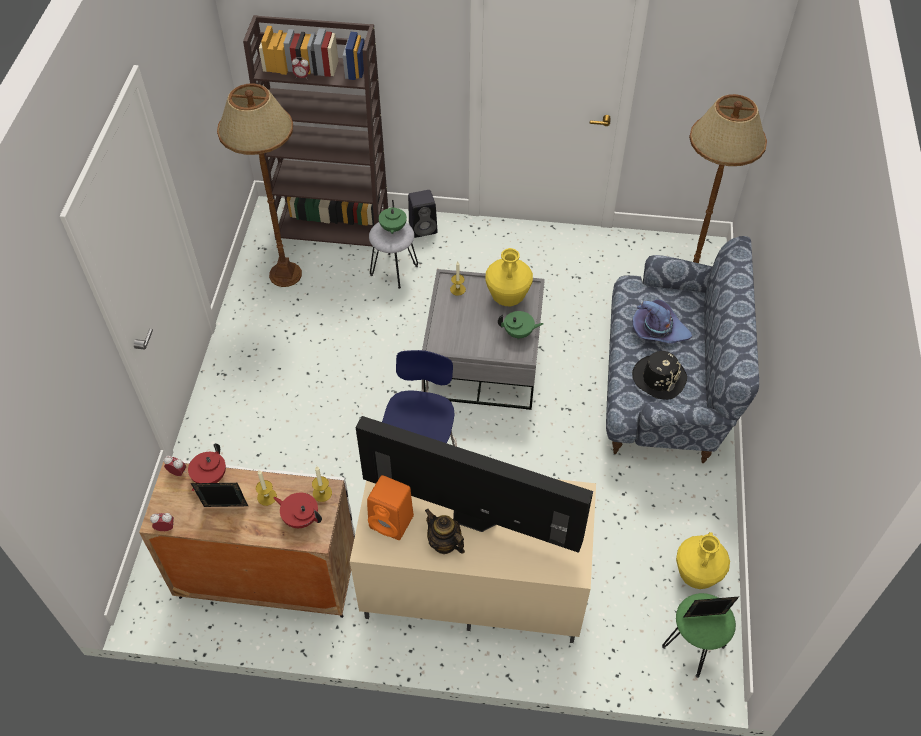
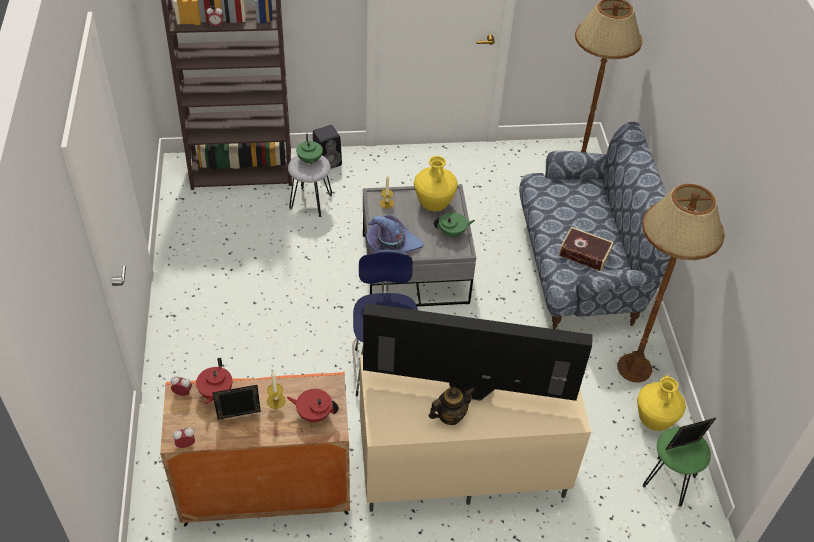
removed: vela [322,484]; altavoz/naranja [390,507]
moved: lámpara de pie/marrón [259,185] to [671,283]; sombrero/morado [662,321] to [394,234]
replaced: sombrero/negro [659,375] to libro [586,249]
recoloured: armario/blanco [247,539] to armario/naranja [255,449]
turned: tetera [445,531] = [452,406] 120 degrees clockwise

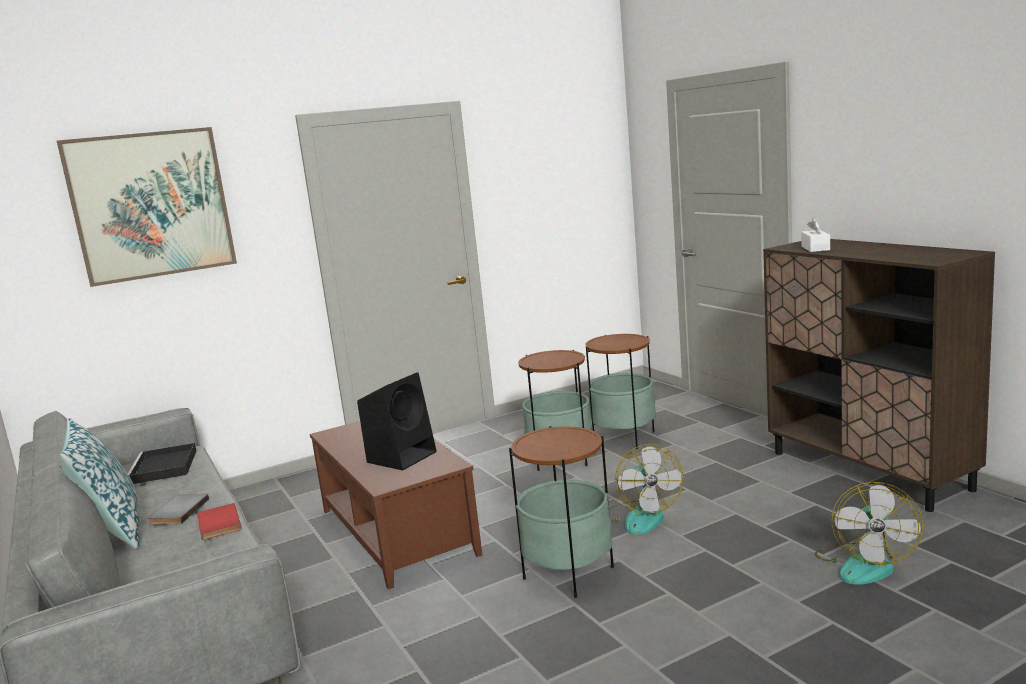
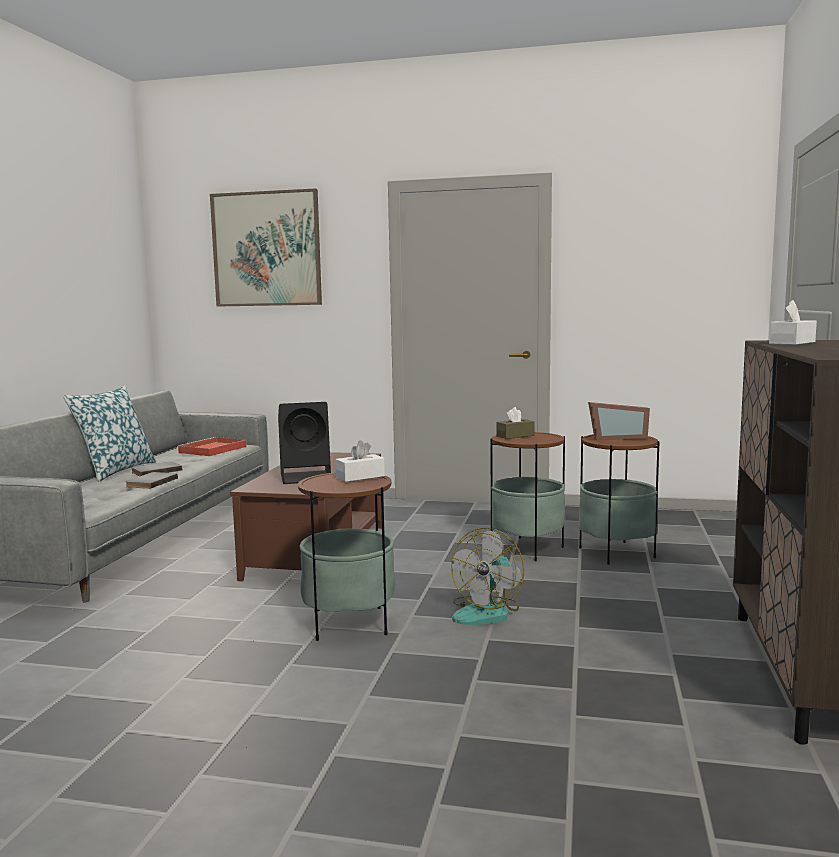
removed: ventilador [869,533]
added: portarretratos [619,421]; caja de pañuelos/marrón [516,423]; caja de pañuelos/blanco [360,461]
recoloured: bandeja/negro [162,463] to bandeja/rojo [211,446]; libro/rojo [219,521] to libro/gris [151,480]

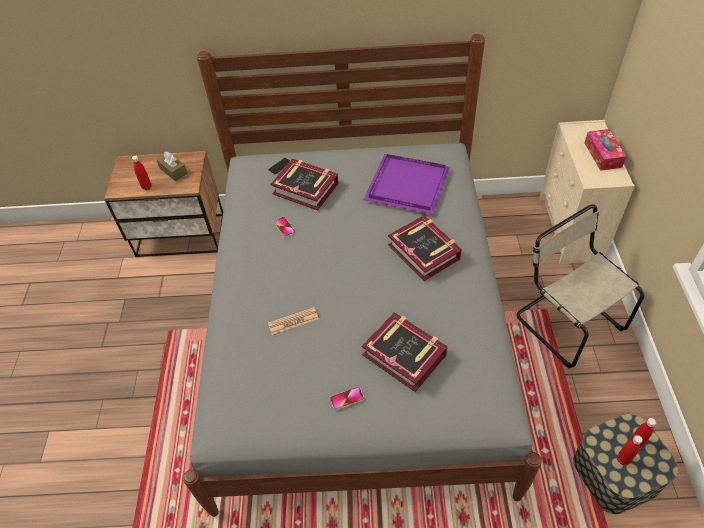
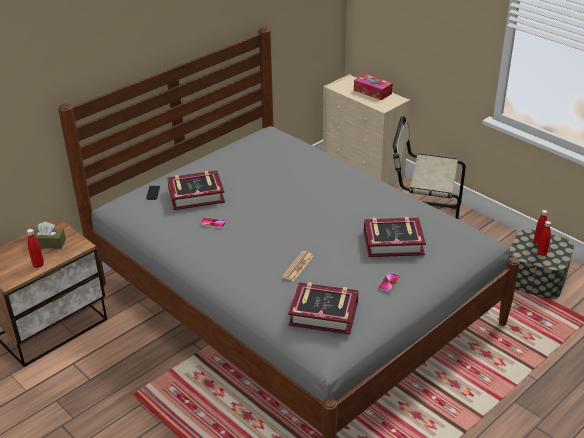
removed: bandeja/morado [406,184]
moved: libro [425,248] to [323,308]

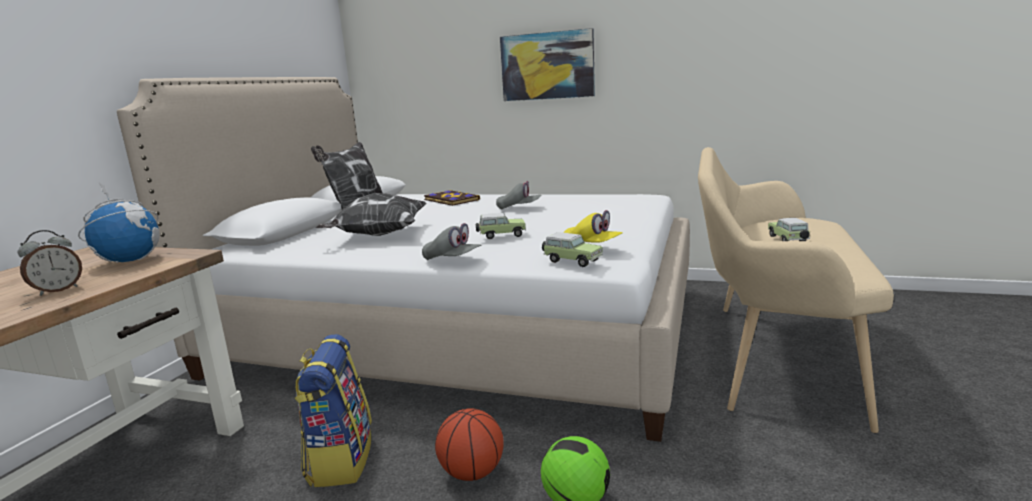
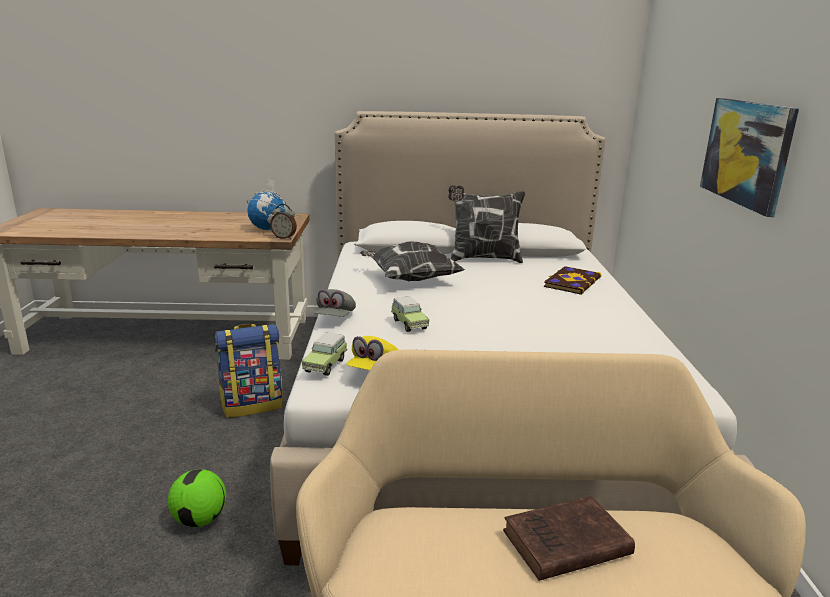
removed: gorra/gris [519,195]; balón de baloncesto [469,444]
moved: despertador [50,263] to [283,221]
replaced: coche de juguete [789,229] to libro/marrón [569,538]

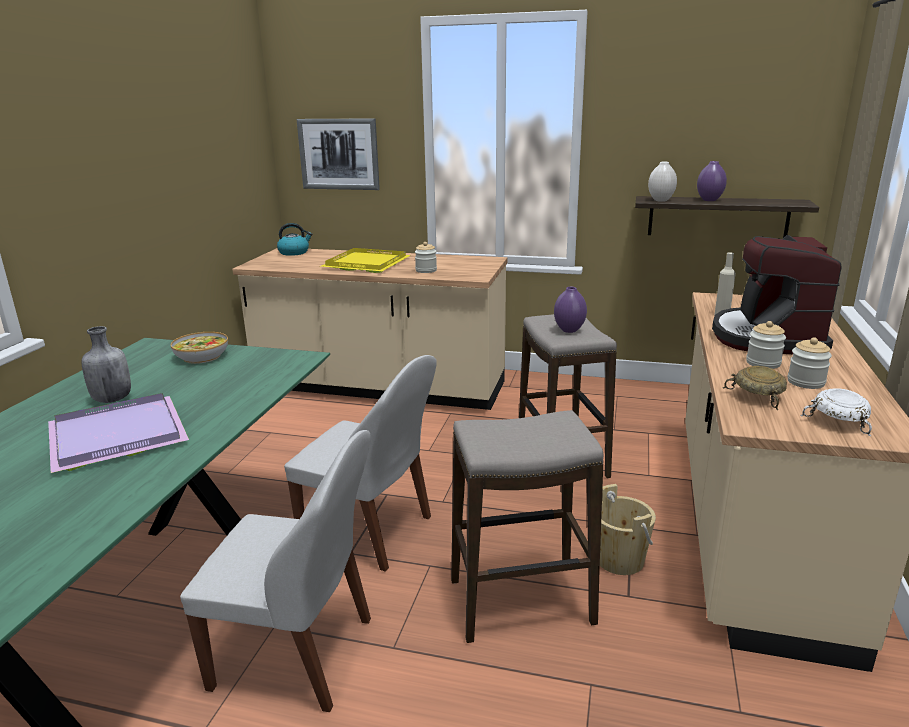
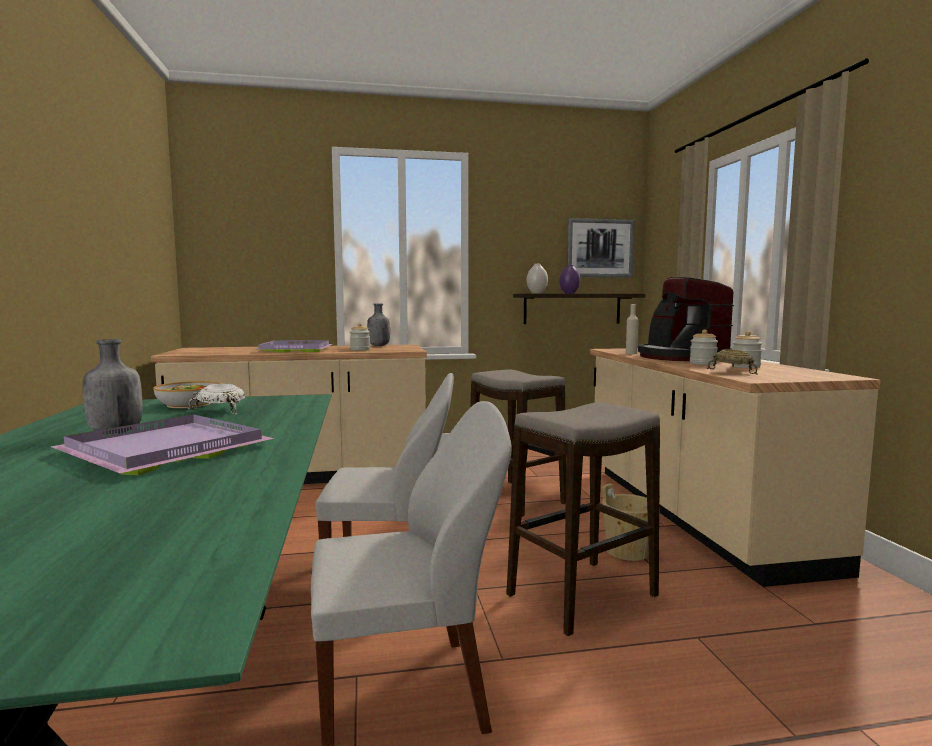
removed: hervidor [295,239]; florero/morado [570,310]
added: botella/gris [378,324]
moved: cuadro [338,154] to [601,248]; cuenco/blanco [836,412] to [216,399]
recoloured: bandeja/amarillo [366,260] to bandeja/morado [292,346]

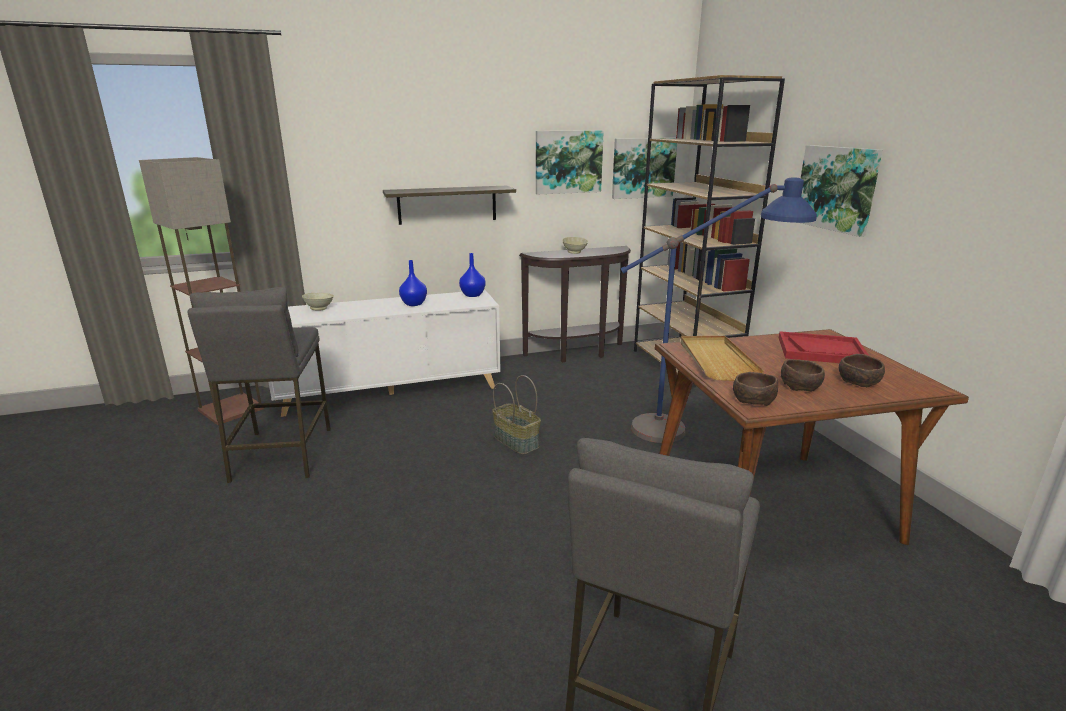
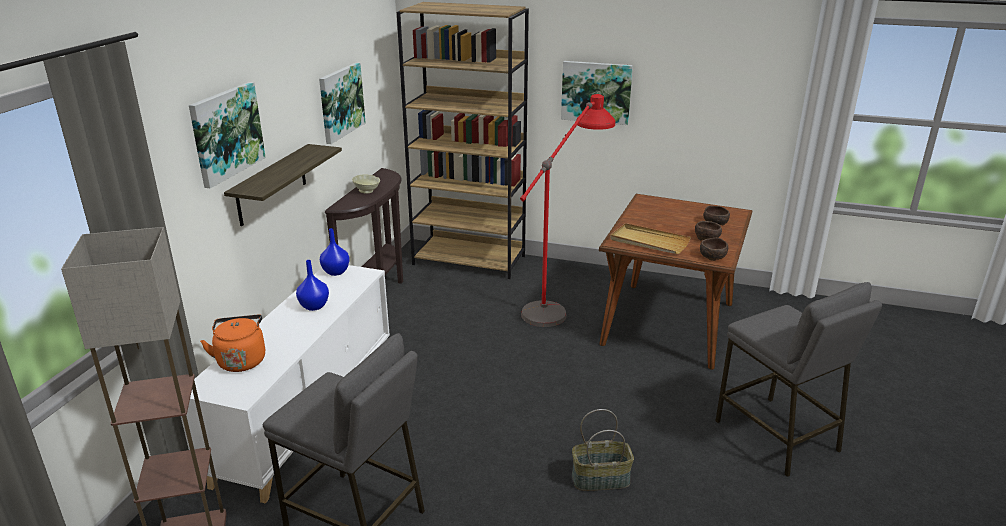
removed: bandeja/rojo [824,347]
moved: cuadro [644,168] to [227,135]; cesta [516,414] to [603,450]
replaced: cuenco/beis [318,302] to hervidor/naranja [232,343]
recoloured: lámpara de pie/azul [719,310] to lámpara de pie/rojo [568,210]

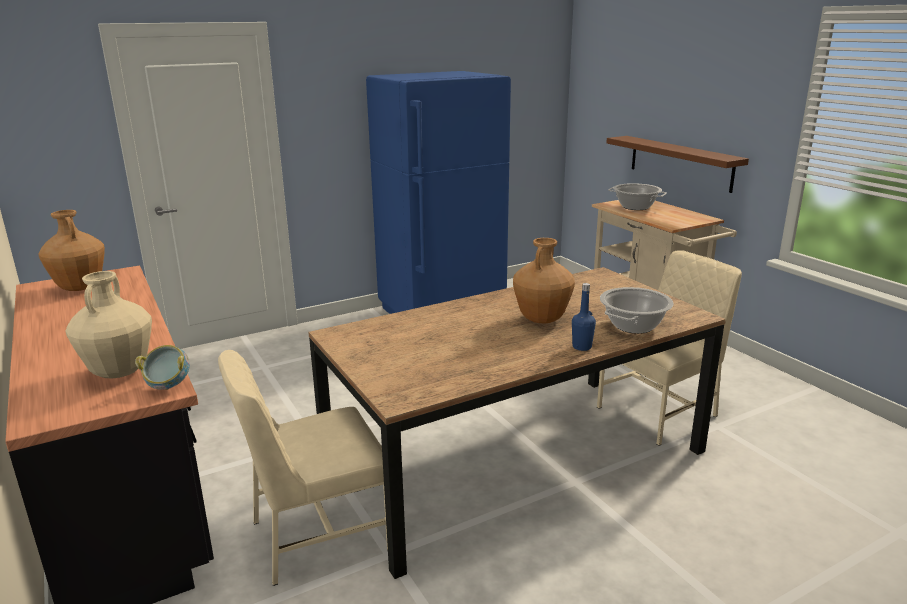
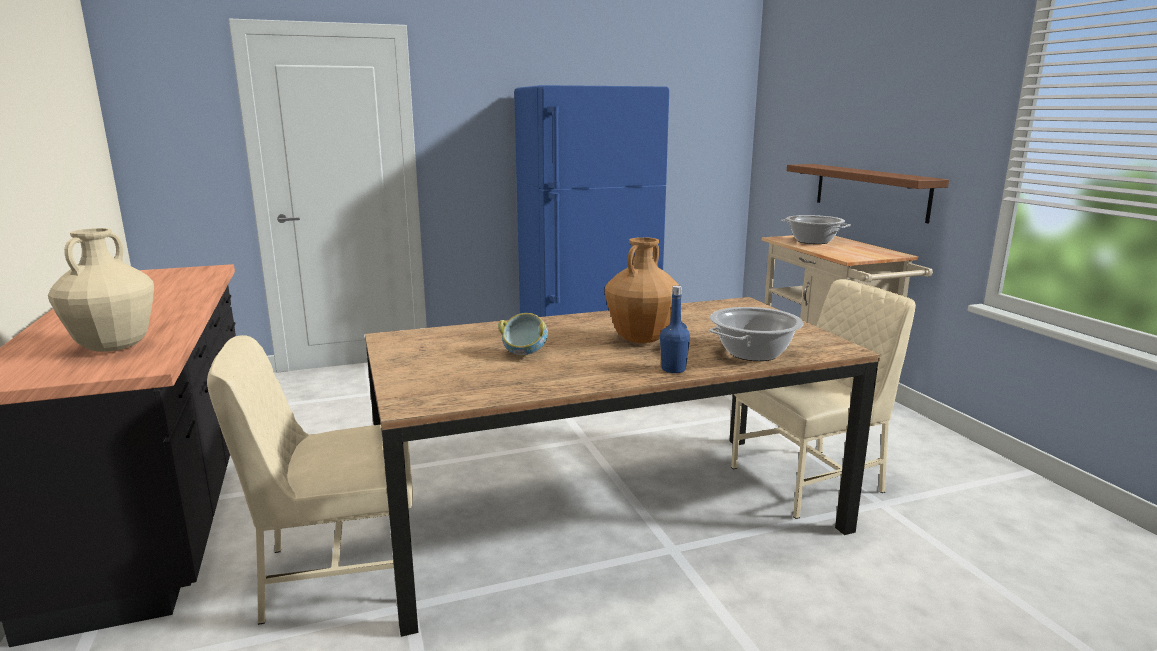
removed: florero/marrón [71,250]
moved: cuenco [162,367] to [523,335]

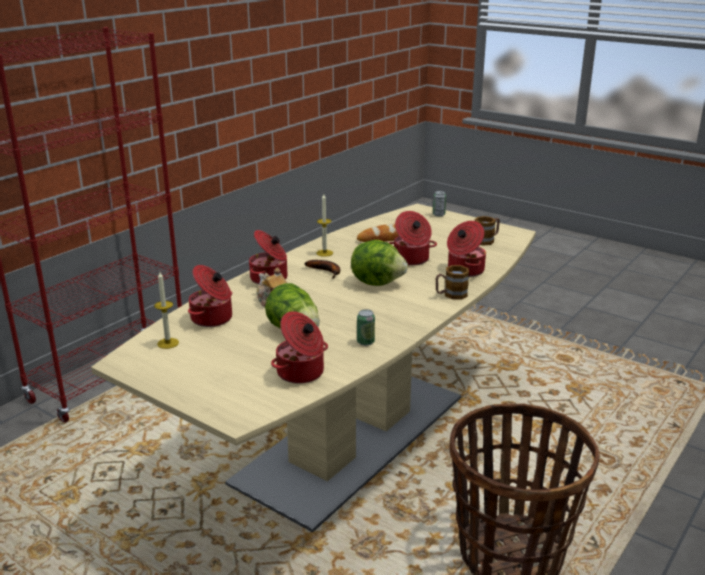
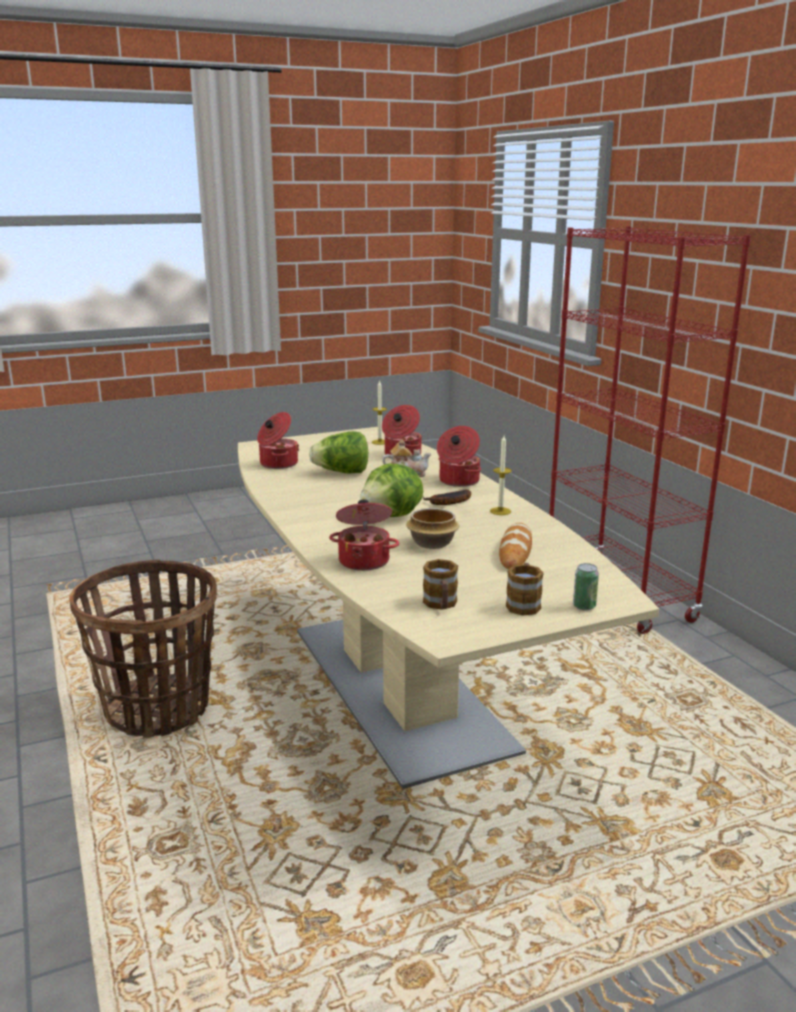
removed: lata [366,327]
moved: taza grande [452,282] to [525,589]
replaced: olla [413,238] to cuenco [432,528]

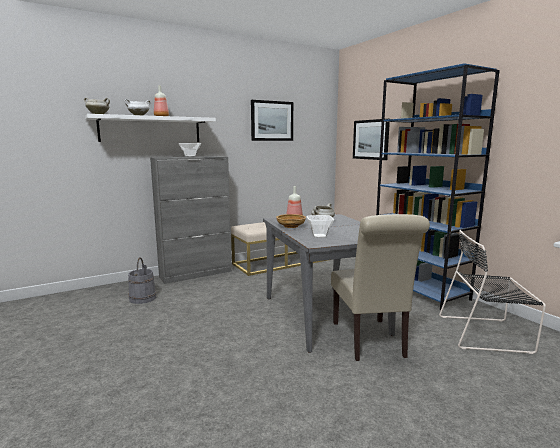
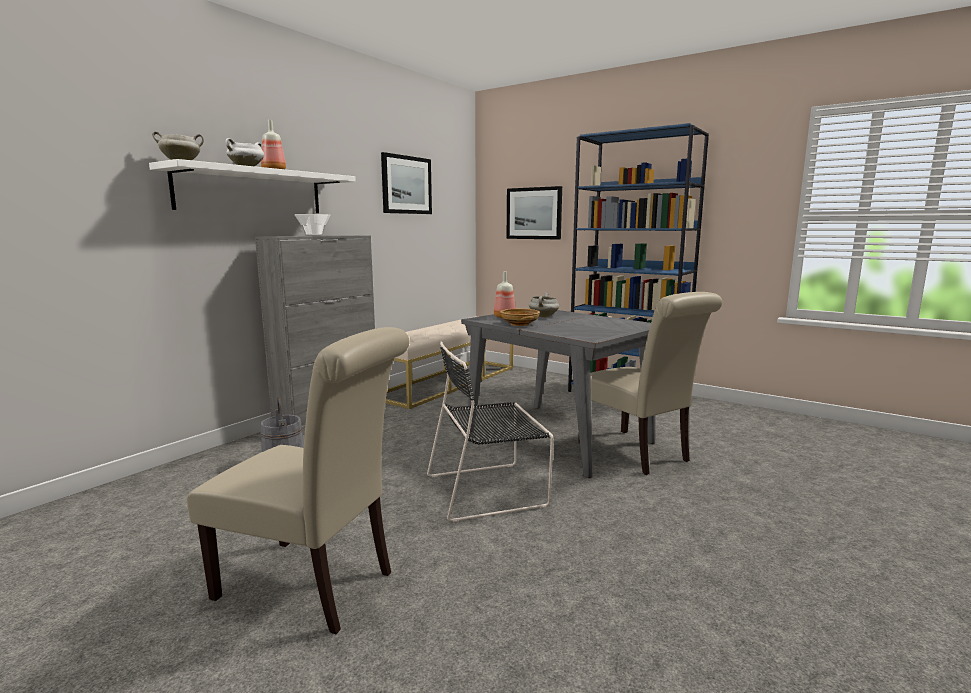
removed: cuenco [320,226]
added: silla/beis [298,480]
moved: silla/negro [492,292] to [490,431]

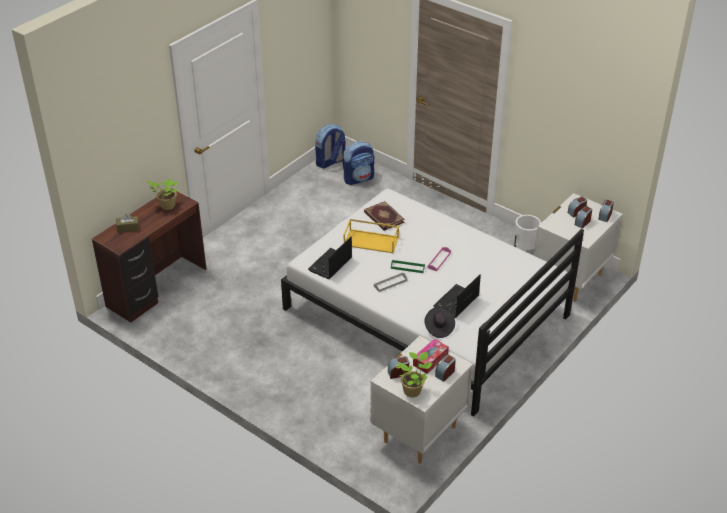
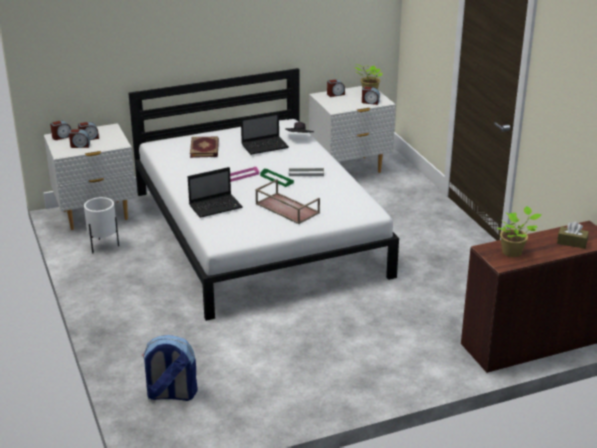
removed: mochila [330,146]; caja de pañuelos [431,356]
moved: libro [384,216] to [204,147]; portátil [330,257] to [215,192]
recoloured: bandeja/amarillo [371,236] to bandeja/marrón [287,201]

